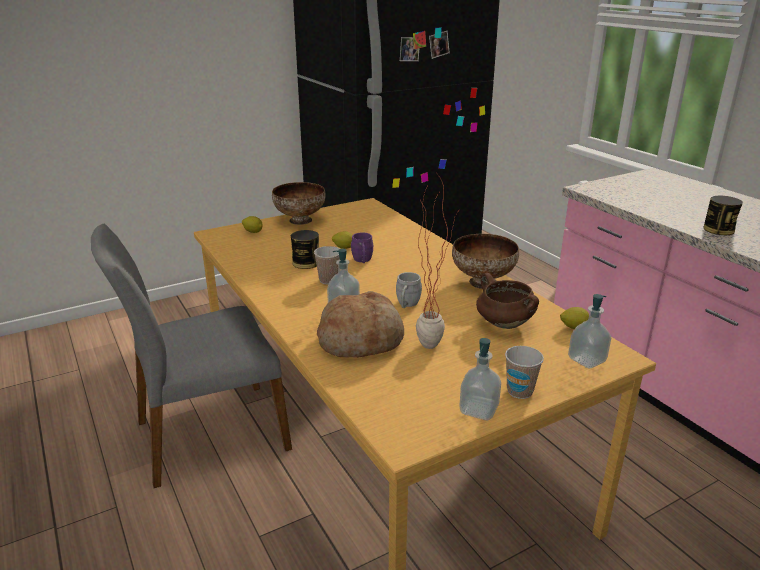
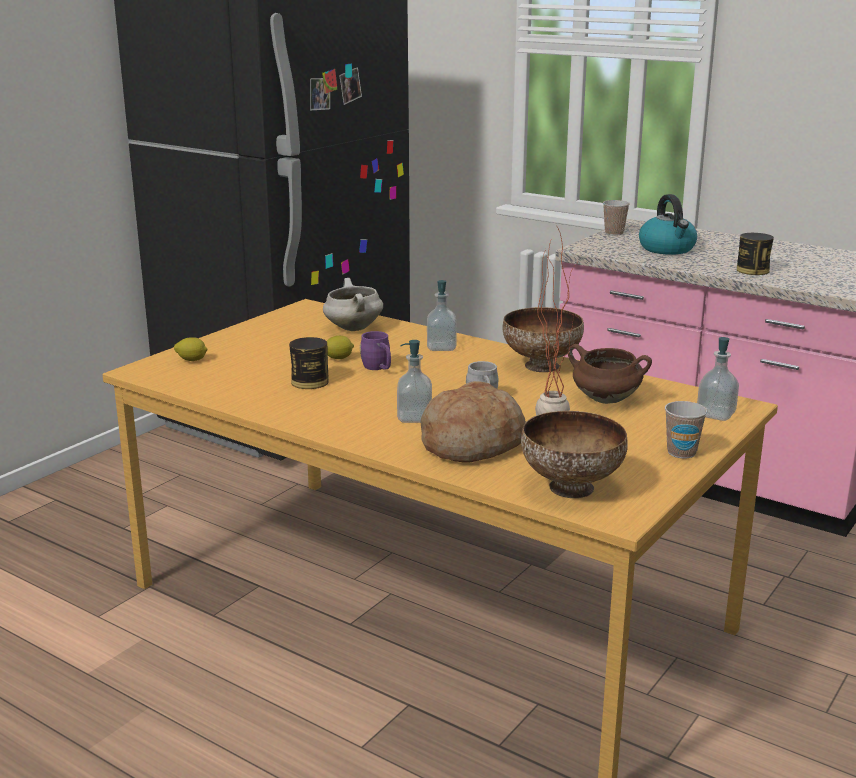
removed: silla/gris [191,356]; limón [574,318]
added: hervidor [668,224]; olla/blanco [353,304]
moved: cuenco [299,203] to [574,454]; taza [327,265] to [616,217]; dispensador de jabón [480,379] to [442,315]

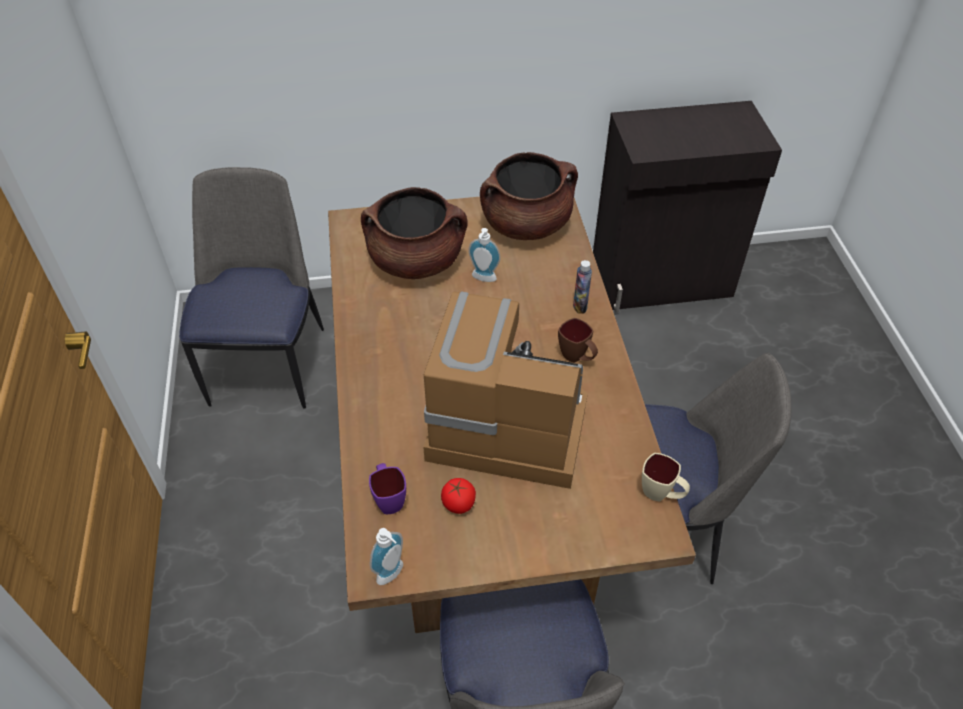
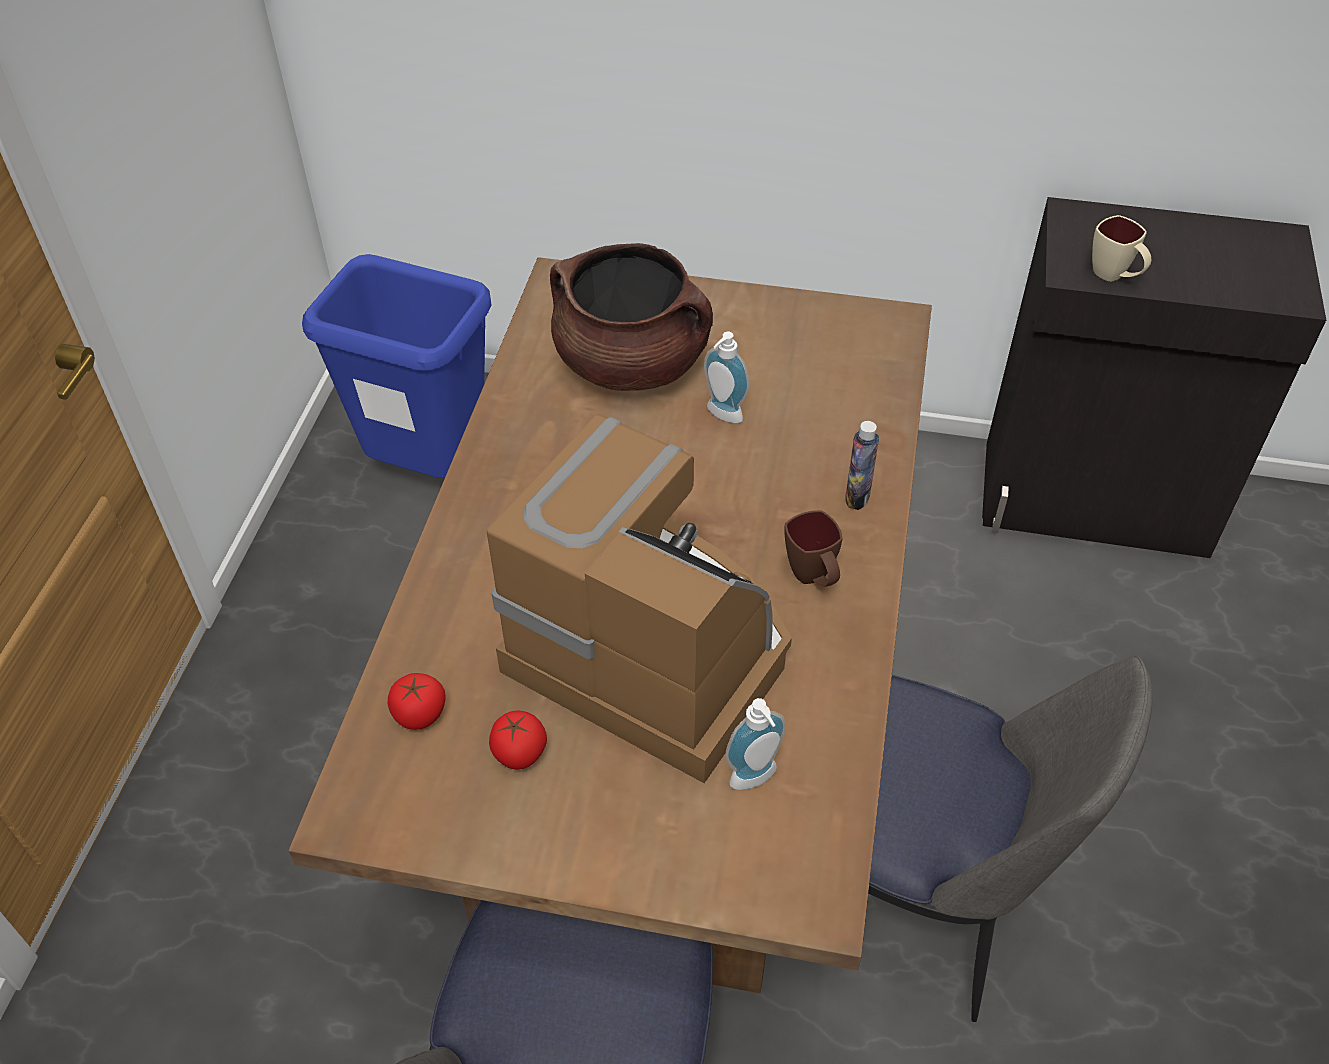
removed: olla/marrón [529,196]
moved: taza grande/beis [666,477] to [1121,248]; dispensador de jabón [386,556] to [755,744]
replaced: silla [251,288] to papelera/azul [396,366]; taza grande/morado [387,488] to tomate [417,701]

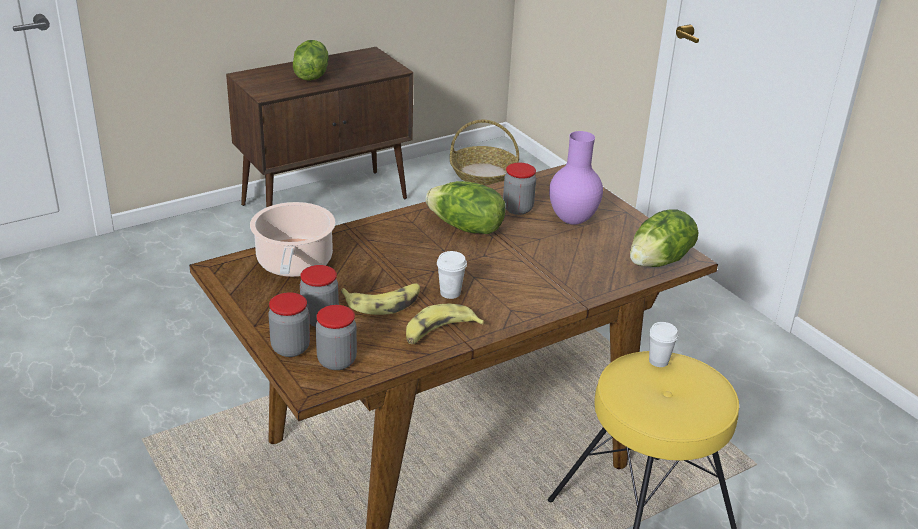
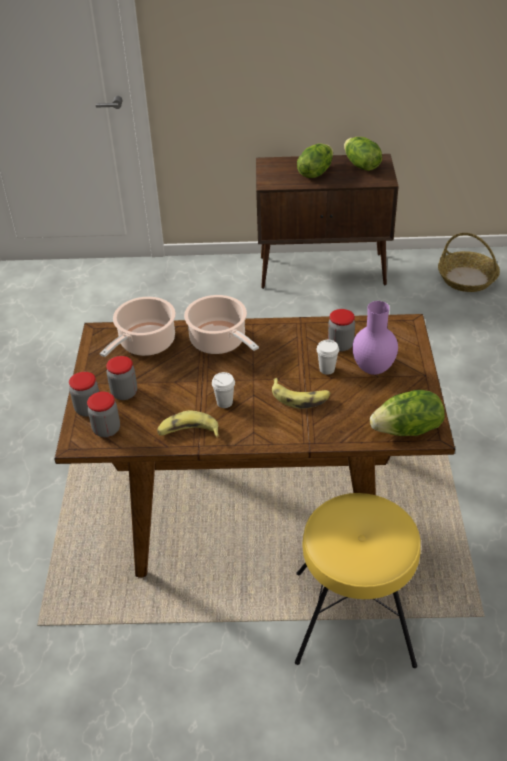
added: olla [221,324]
moved: lechuga [465,207] to [363,154]; plátano [380,299] to [301,393]; taza/blanco [663,344] to [327,357]

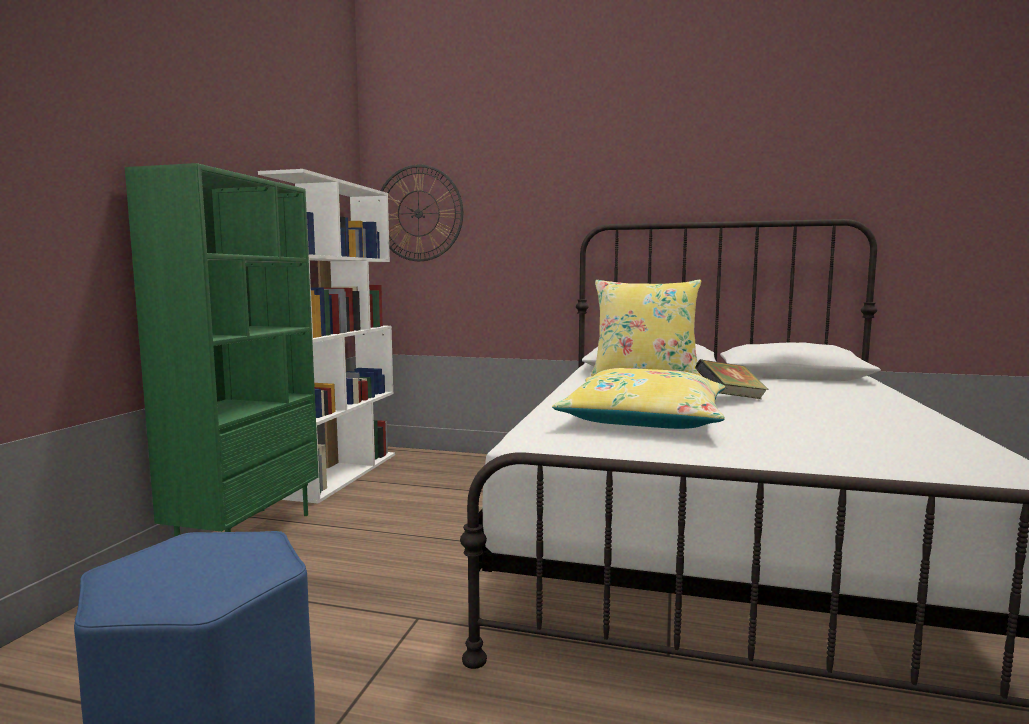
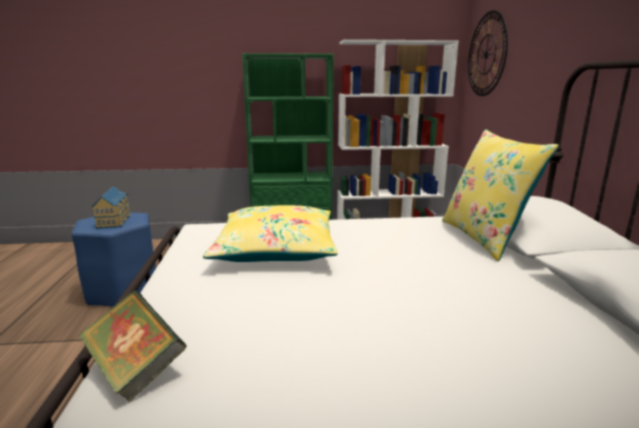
added: casita [111,207]
moved: libro [732,379] to [132,346]

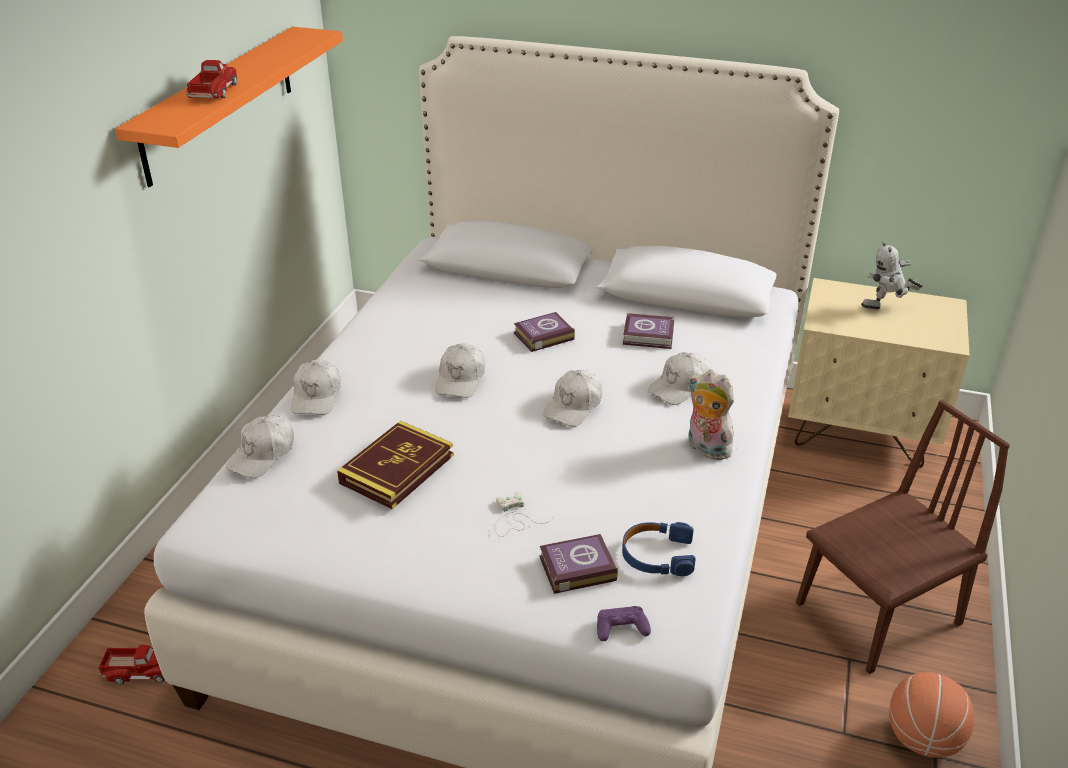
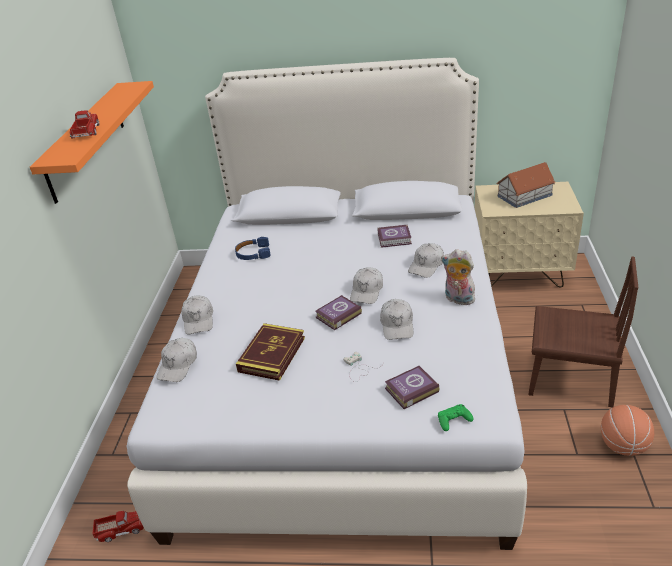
moved: libro [544,332] to [338,312]; gorra/blanco [460,370] to [396,319]; auriculares/azul [659,549] to [253,248]
replaced: robot de juguete [892,275] to casita [525,185]
recoloured: mando de consola/morado [624,623] to mando de consola/verde [456,417]
turned: silla/marrón [903,537] = [583,332] 60 degrees clockwise

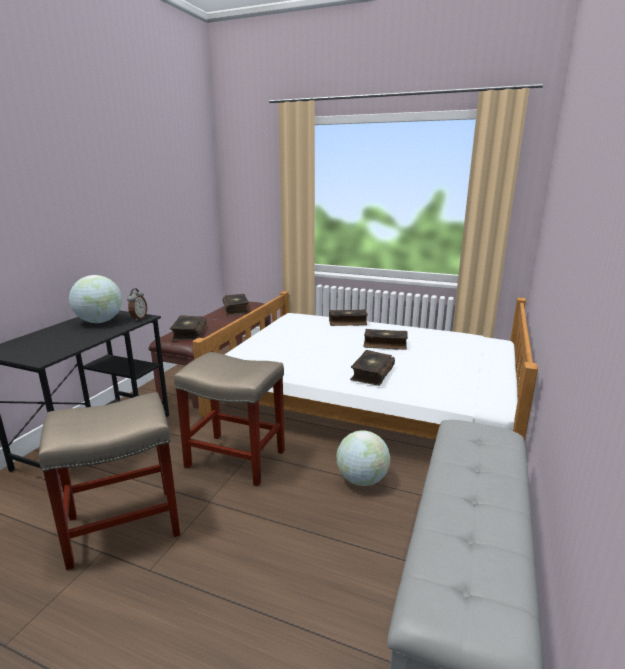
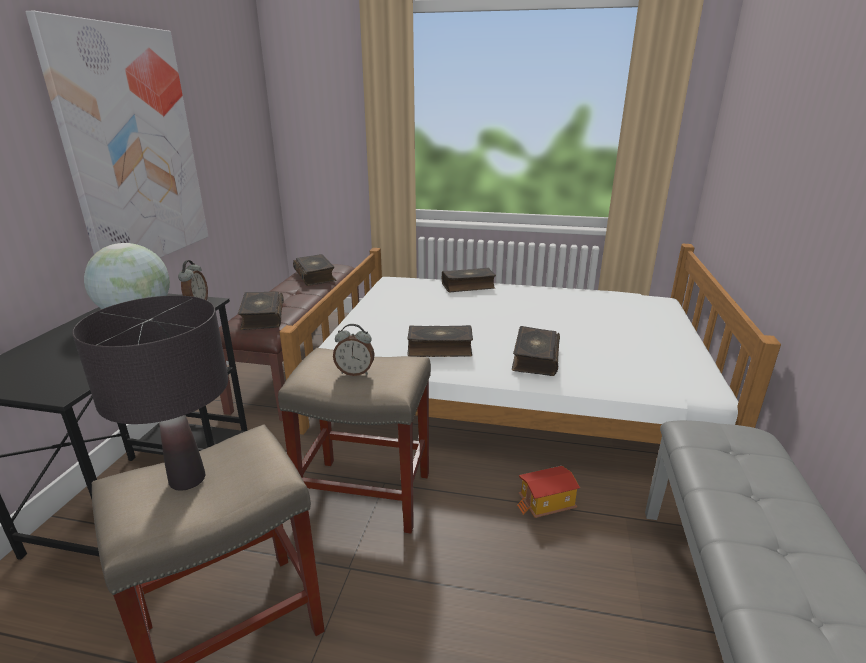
added: cuadro [117,134]; lámpara de mesa/negro [150,393]; despertador [354,350]
moved: libro [385,339] to [440,341]
replaced: globo terráqueo [363,458] to casita [548,492]

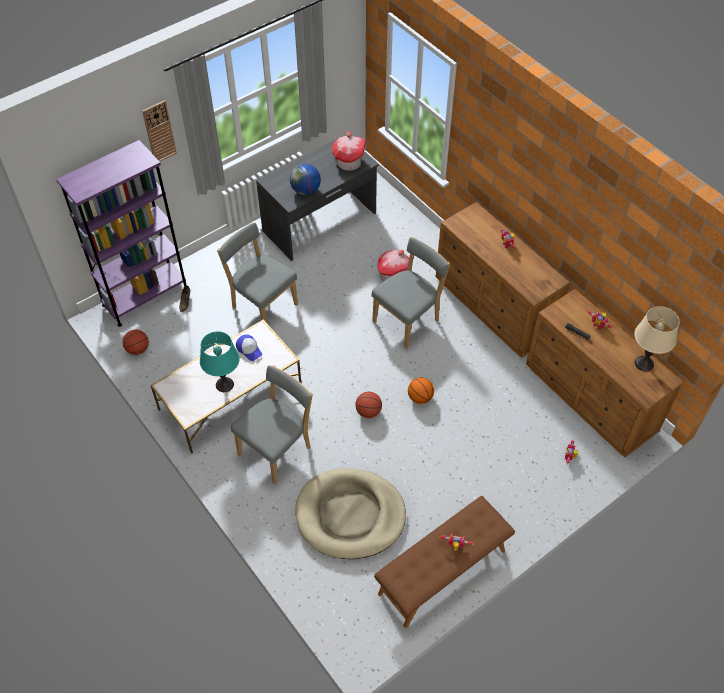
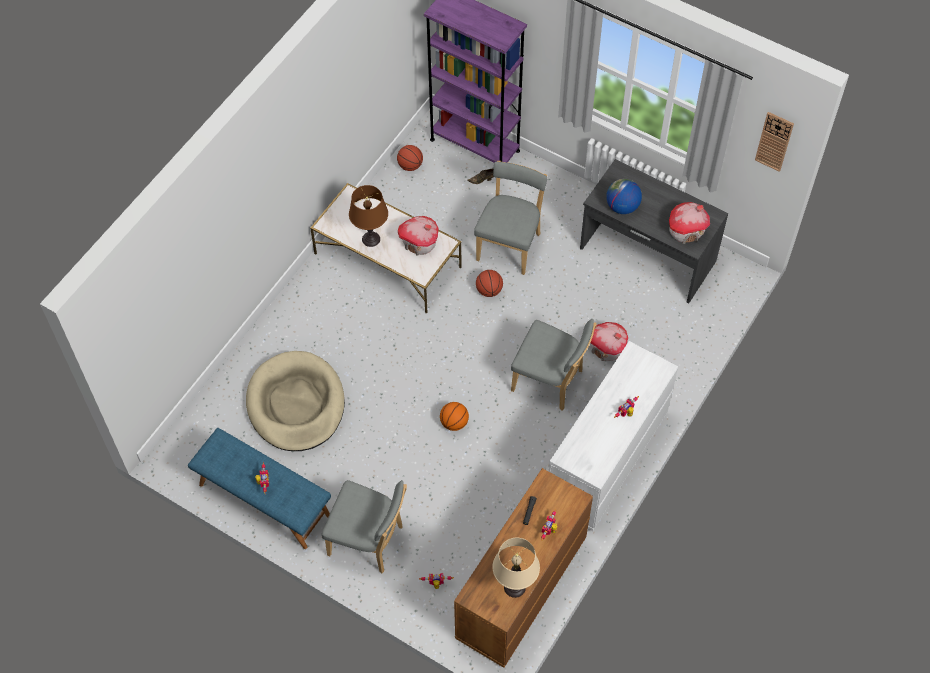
moved: reloj de pared [159,131] to [774,142]; silla/gris [272,424] to [364,526]; balón de baloncesto [368,405] to [489,283]
replaced: gorra [249,347] to casita [418,236]
recoloured: cómoda/marrón [503,280] to cómoda/blanco [613,436]; lámpara de mesa/turquesa [219,361] to lámpara de mesa/marrón [368,216]; banco/marrón [444,562] to banco/azul [259,488]

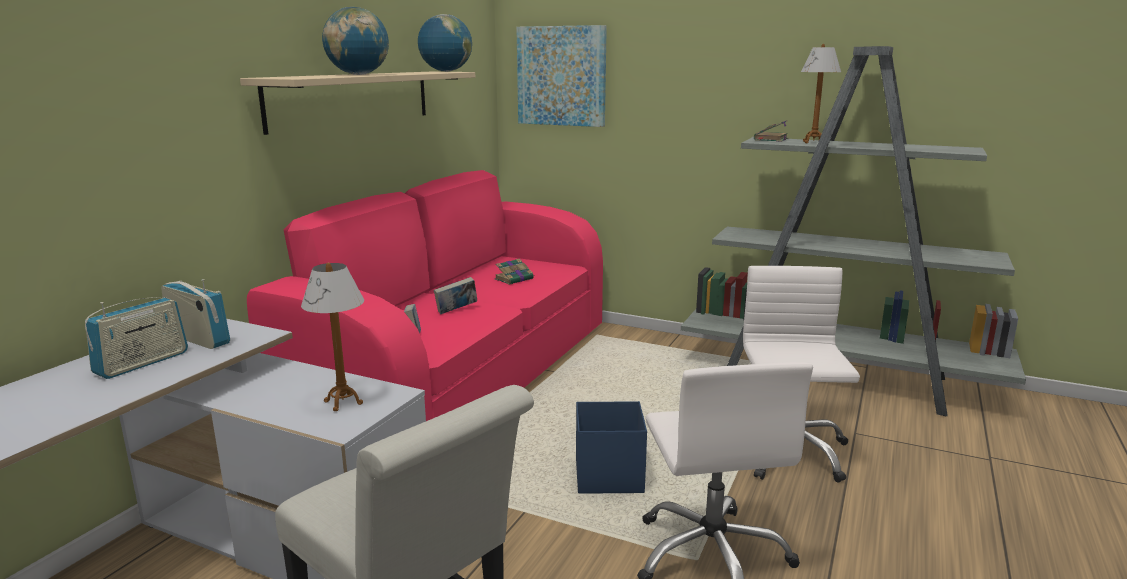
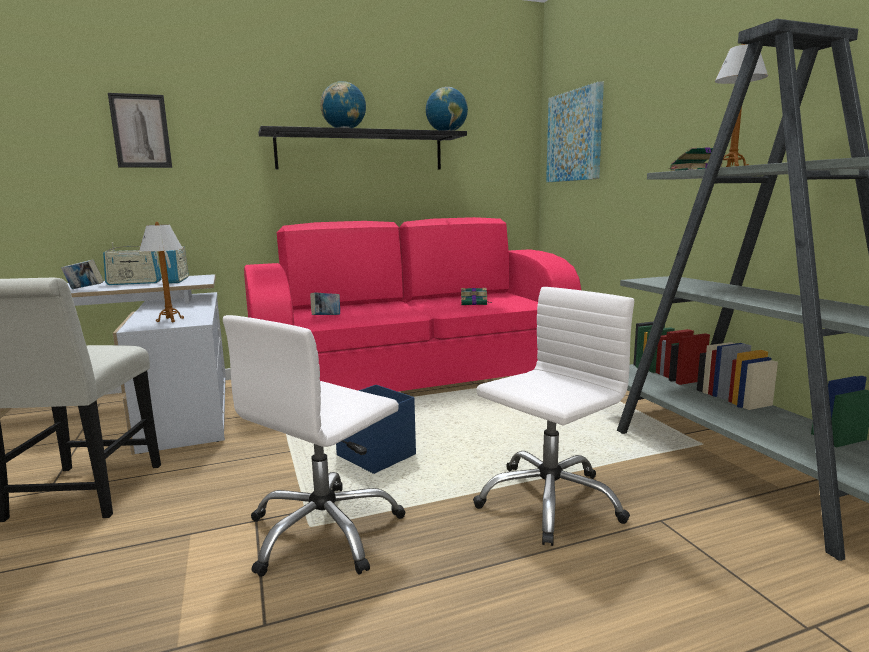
added: cuadro [140,130]
moved: libro [455,295] to [82,274]
recoloured: estante/beis [357,103] to estante/negro [362,147]

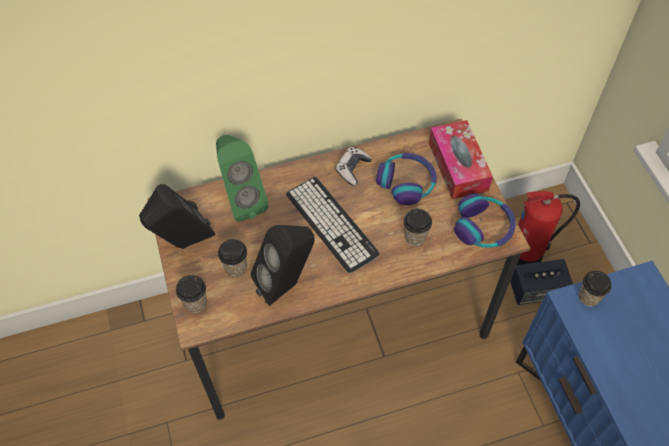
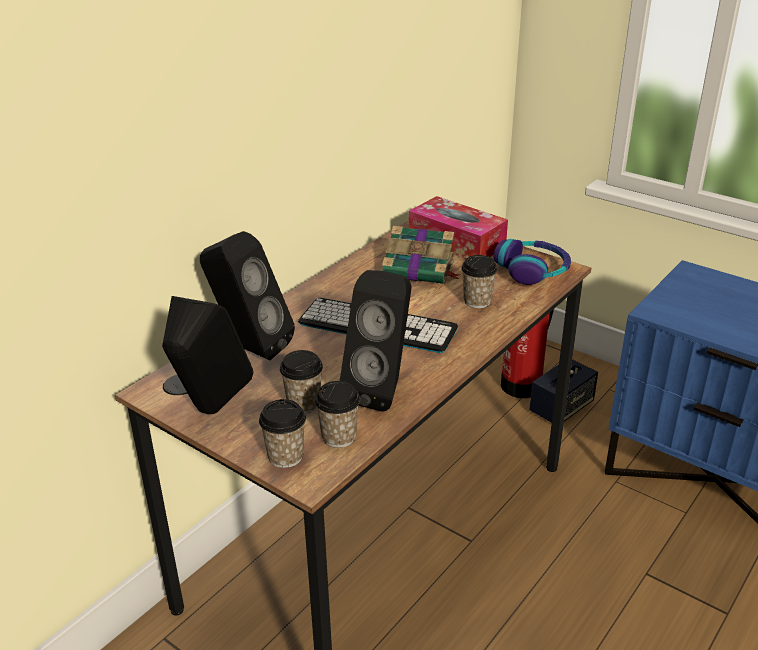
removed: mando de consola [354,166]
moved: taza [595,289] to [337,414]
replaced: auriculares [406,179] to libro [421,255]
recoloured: altavoz/verde [242,178] to altavoz/negro [247,295]

